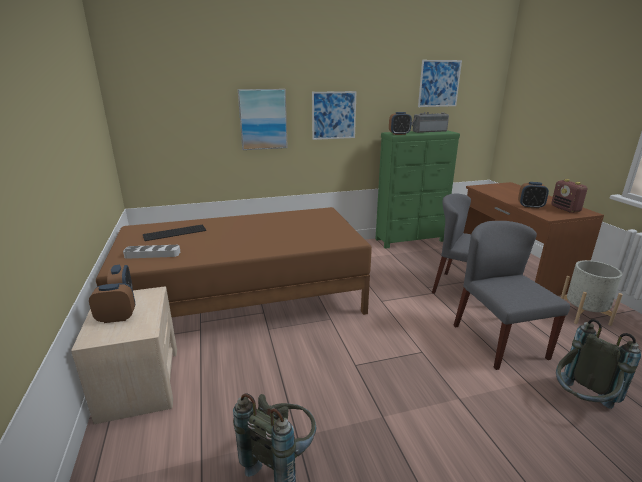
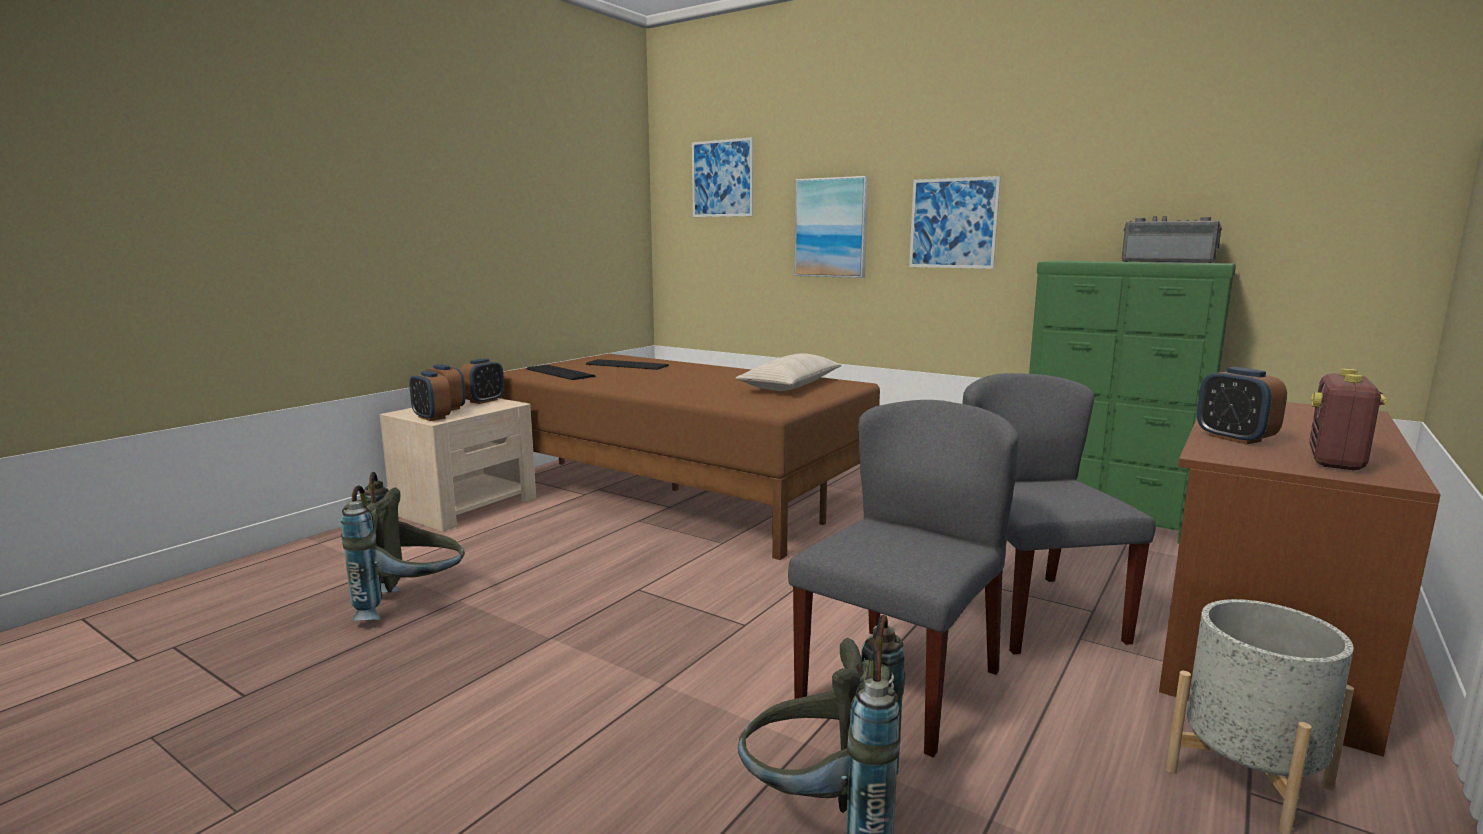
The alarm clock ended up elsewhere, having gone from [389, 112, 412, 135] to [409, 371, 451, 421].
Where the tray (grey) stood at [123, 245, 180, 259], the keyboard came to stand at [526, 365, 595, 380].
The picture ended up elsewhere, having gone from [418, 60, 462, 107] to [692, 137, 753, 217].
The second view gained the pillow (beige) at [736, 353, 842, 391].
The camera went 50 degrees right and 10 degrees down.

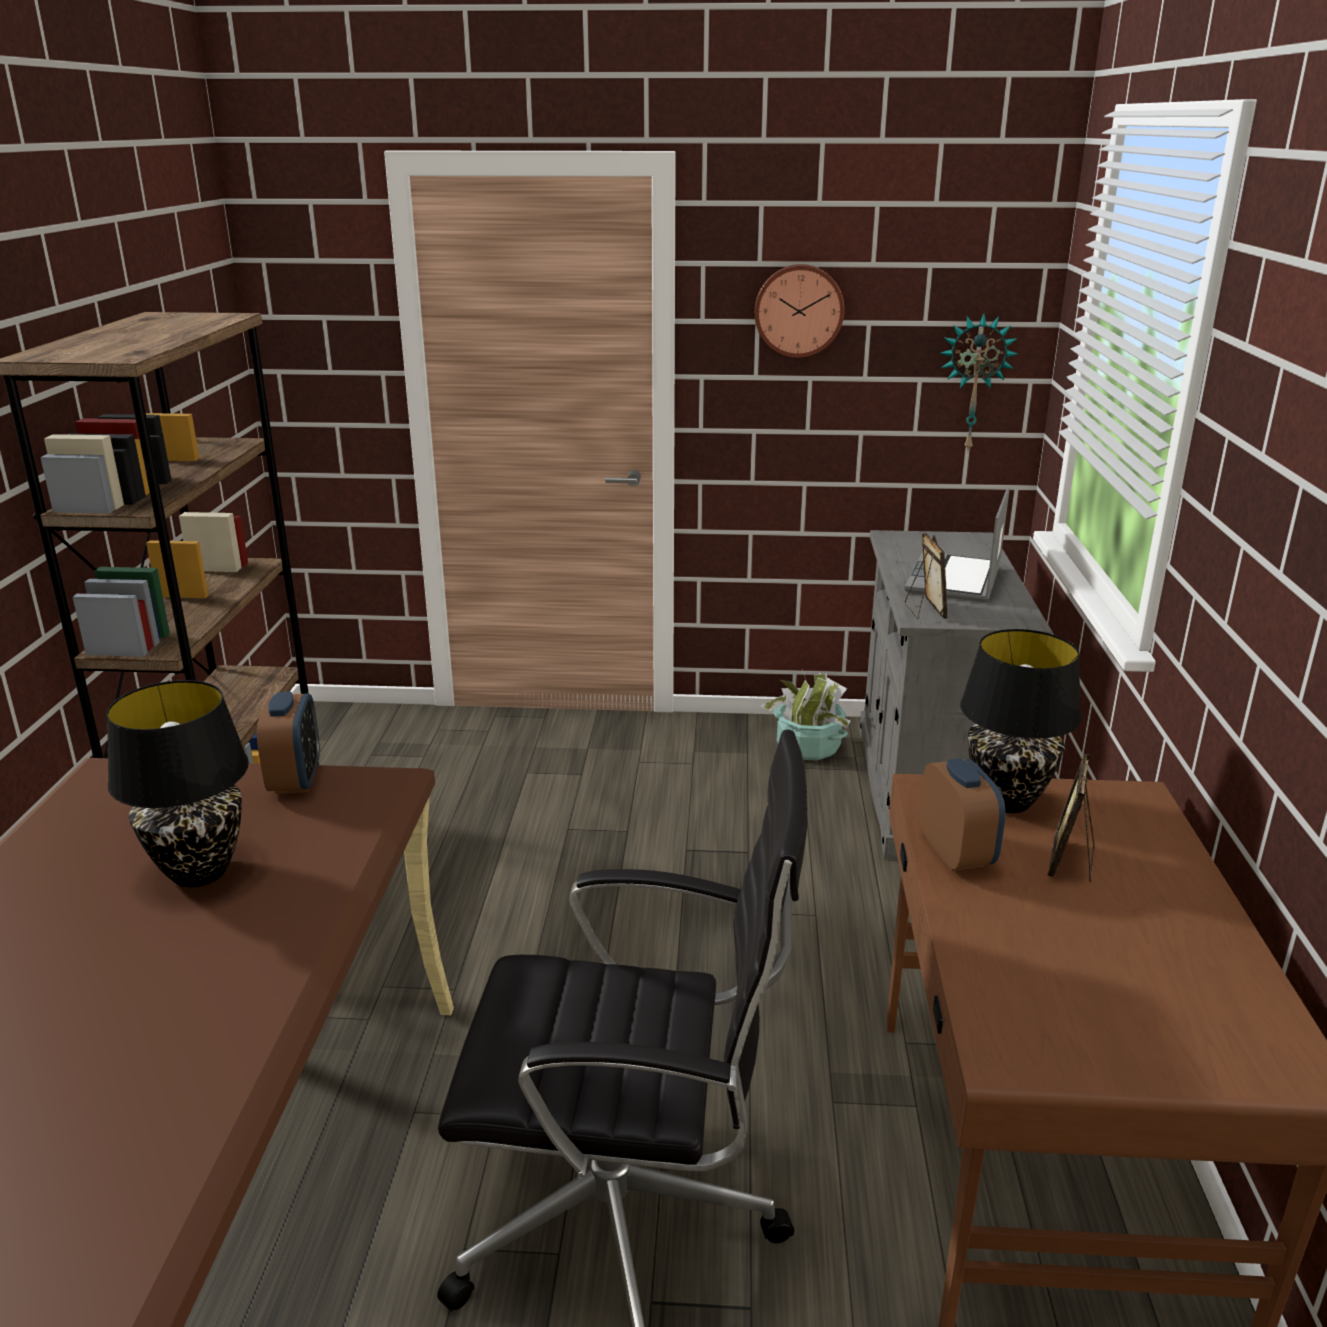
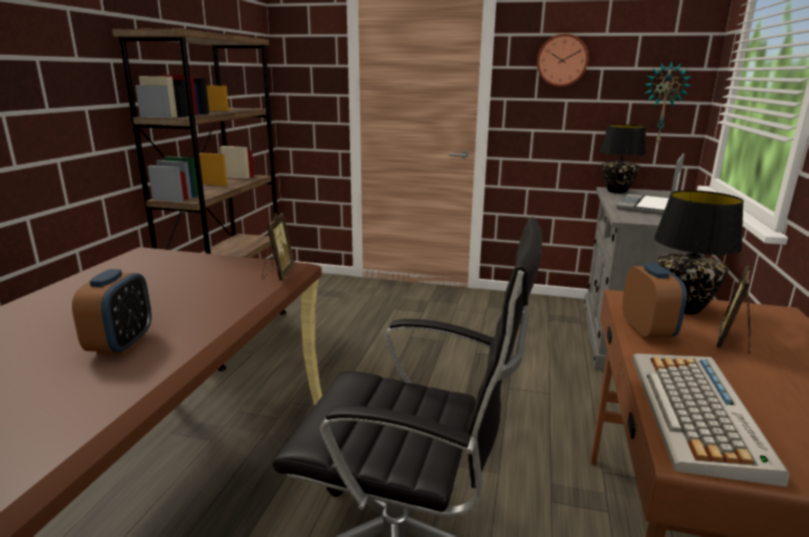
The alarm clock ended up elsewhere, having gone from [257, 692, 320, 794] to [72, 269, 151, 355].
The picture frame ended up elsewhere, having gone from [905, 533, 948, 619] to [262, 212, 295, 280].
The table lamp (black) ended up elsewhere, having gone from [106, 680, 249, 887] to [600, 124, 646, 193].
The second view gained the keyboard at [633, 353, 790, 487].
The second view lost the potted plant at [760, 669, 851, 760].
The camera went 10 degrees right and 5 degrees down.

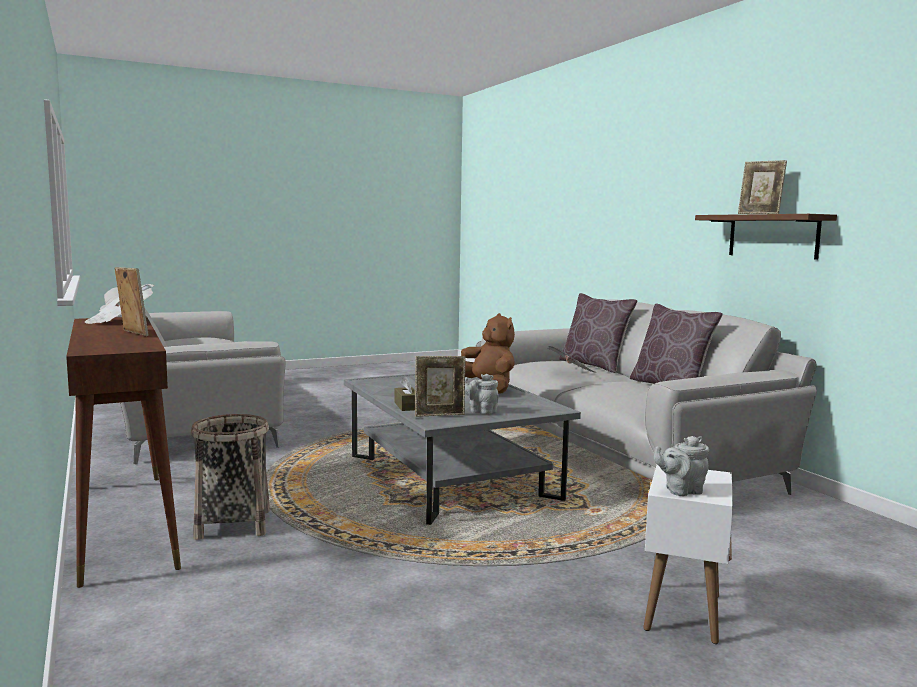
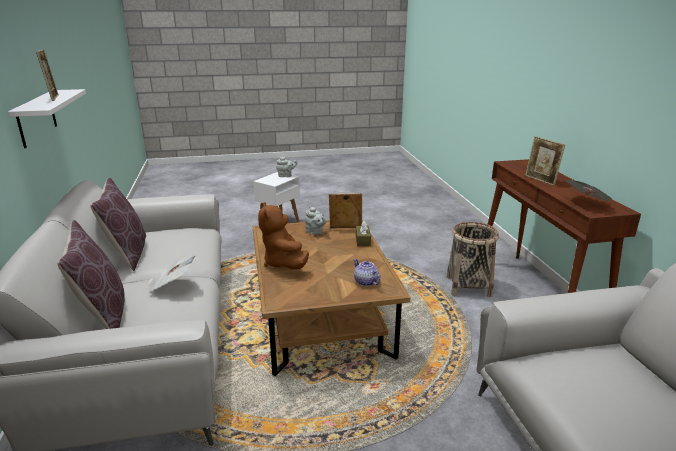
What was the shelf (brown) at [695, 214, 837, 260] turned into the shelf (white) at [8, 89, 86, 148].
What was the coffee table (grey) at [344, 374, 581, 525] turned into the coffee table (brown) at [253, 220, 411, 376].
The second view gained the teapot at [353, 259, 381, 286].
The camera went 165 degrees left and 15 degrees up.

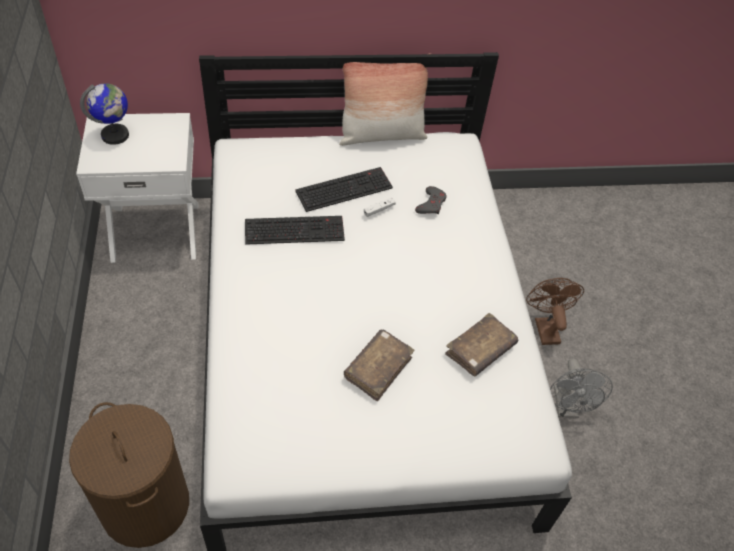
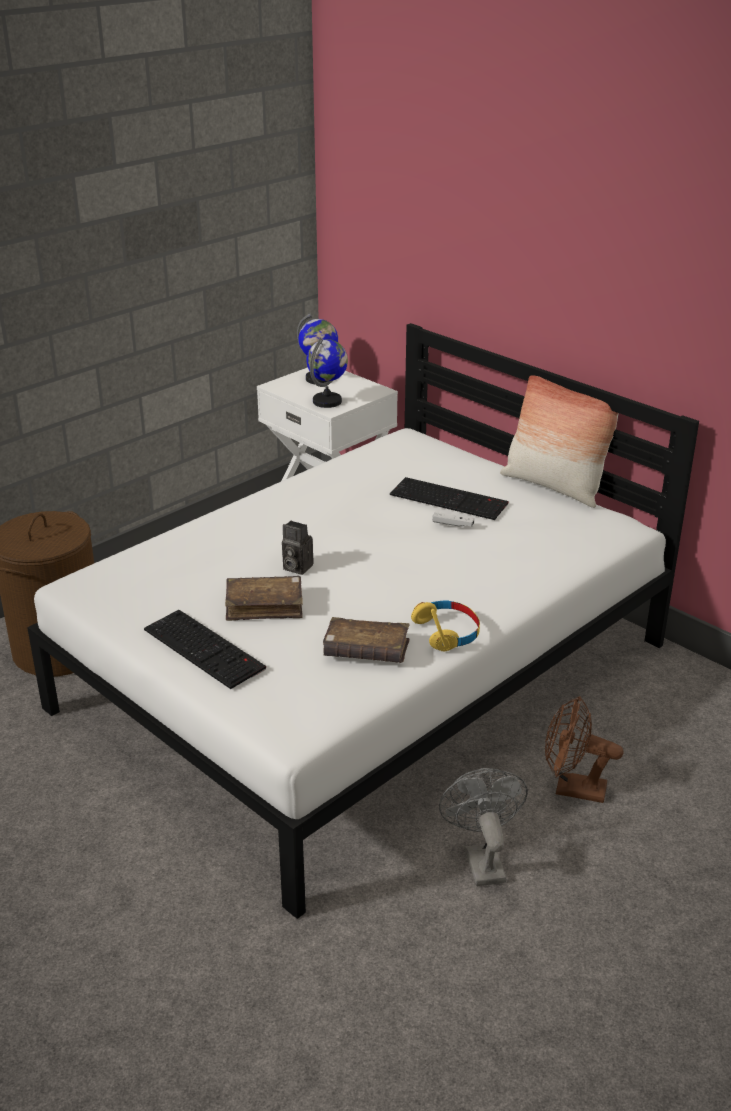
The keyboard ended up elsewhere, having gone from [245, 216, 345, 245] to [144, 610, 266, 689].
The second view gained the photo camera at [282, 521, 314, 575].
The second view gained the globe at [306, 338, 348, 408].
The second view gained the headphones (yellow) at [411, 601, 480, 651].
The fan (grey) at [550, 358, 613, 418] ended up facing another way, 120 degrees clockwise from before.
The fan (brown) at [526, 278, 584, 345] ended up facing another way, 120 degrees counterclockwise from before.
The second view lost the game controller (grey) at [415, 186, 447, 214].
The camera went 55 degrees right and 20 degrees down.

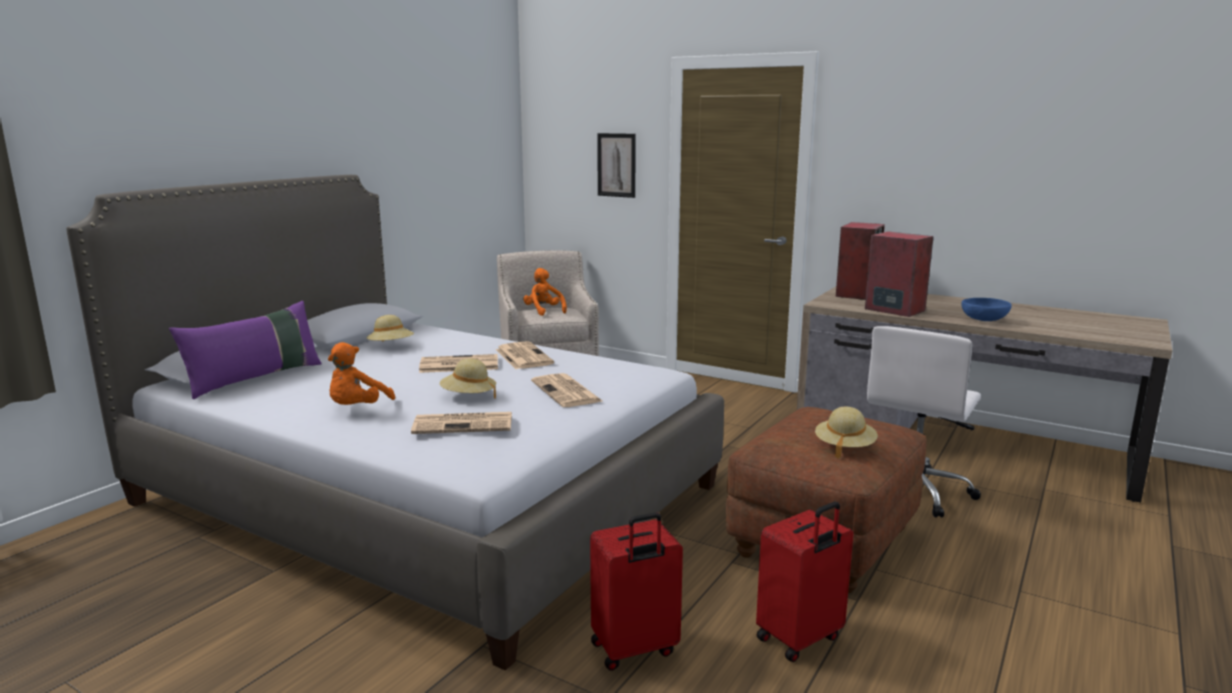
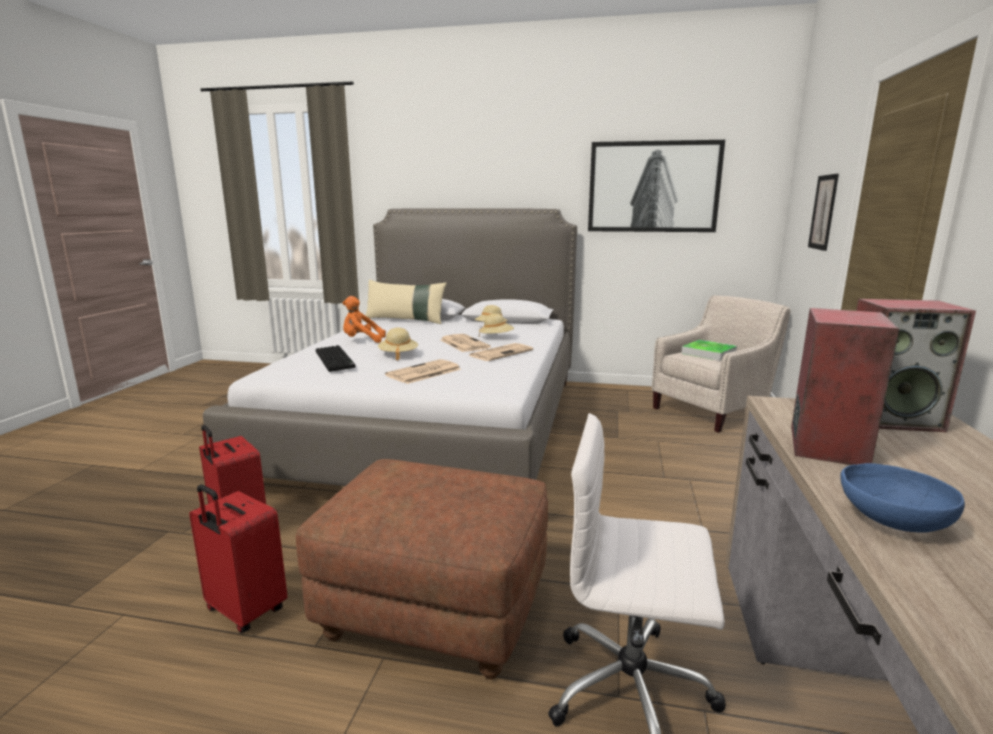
Where the newspaper stood at [411, 412, 512, 434], the keyboard came to stand at [315, 345, 356, 372].
What was the pillow (purple) at [169, 301, 322, 399] turned into the pillow (beige) at [365, 279, 447, 324].
The hat (beige) ended up elsewhere, having gone from [815, 407, 878, 459] to [479, 313, 514, 337].
The second view gained the picture at [588, 140, 725, 232].
Where the plush toy (orange) stood at [523, 268, 567, 316], the tray came to stand at [681, 340, 737, 361].
The camera went 70 degrees right and 0 degrees up.

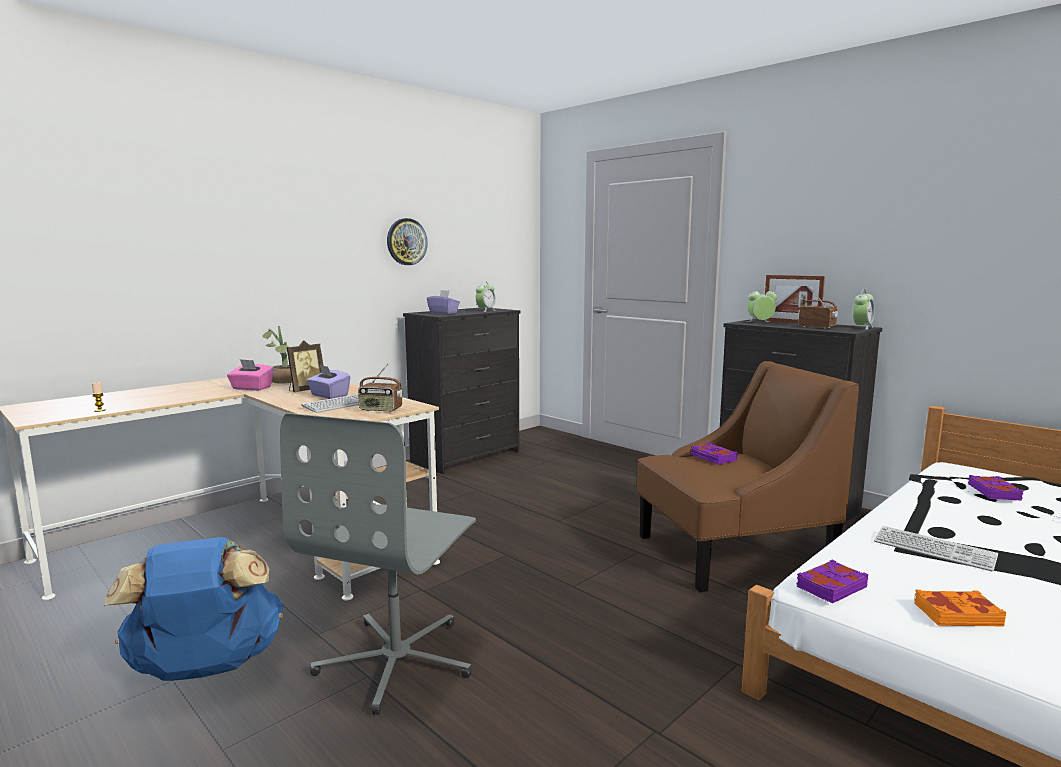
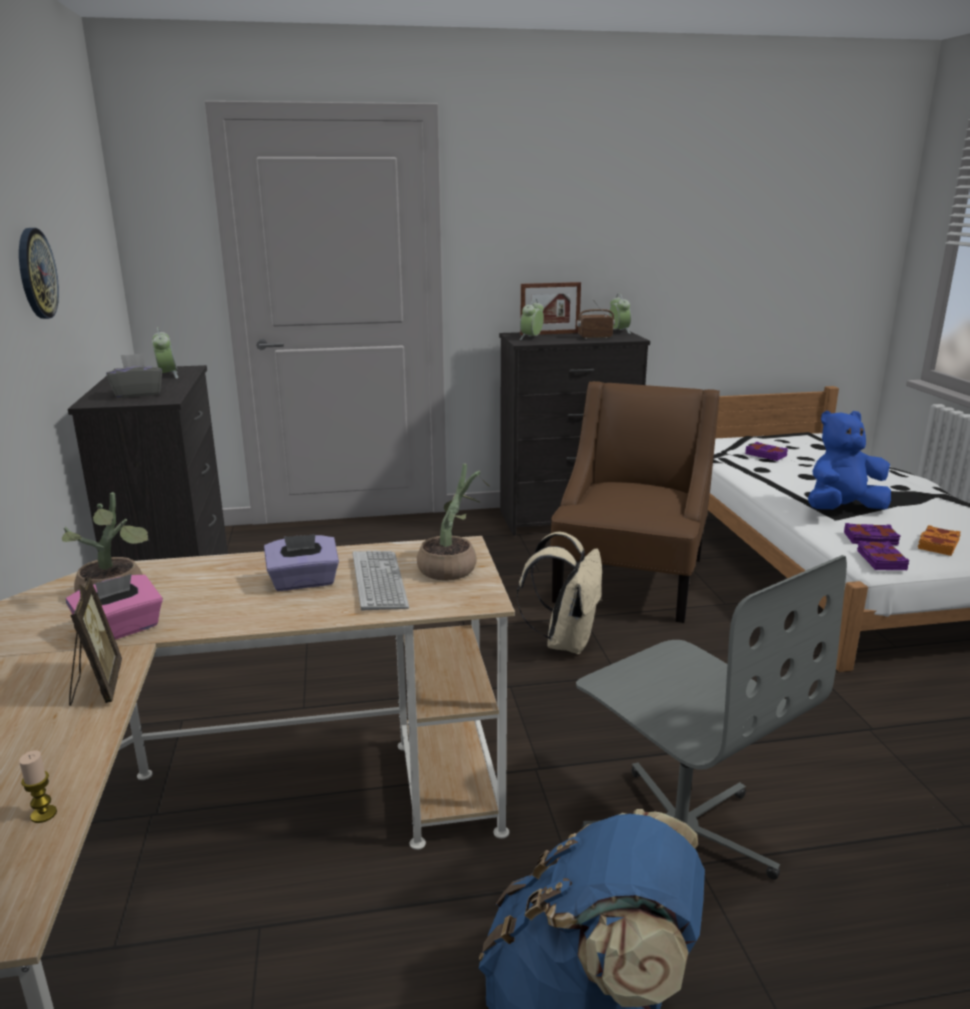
The picture frame ended up elsewhere, having gone from [287, 340, 324, 392] to [69, 577, 122, 706].
What was the tissue box (purple) at [427, 290, 460, 314] turned into the tissue box (grey) at [106, 353, 162, 398].
Where the radio stood at [358, 364, 403, 412], the potted plant came to stand at [417, 464, 489, 581].
The second view gained the backpack (beige) at [517, 532, 602, 654].
Where the keyboard stood at [874, 526, 998, 571], the plush toy (blue) came to stand at [808, 410, 891, 509].
The book (purple) ended up elsewhere, having gone from [691, 443, 738, 465] to [844, 523, 900, 545].
The camera went 55 degrees left and 10 degrees up.

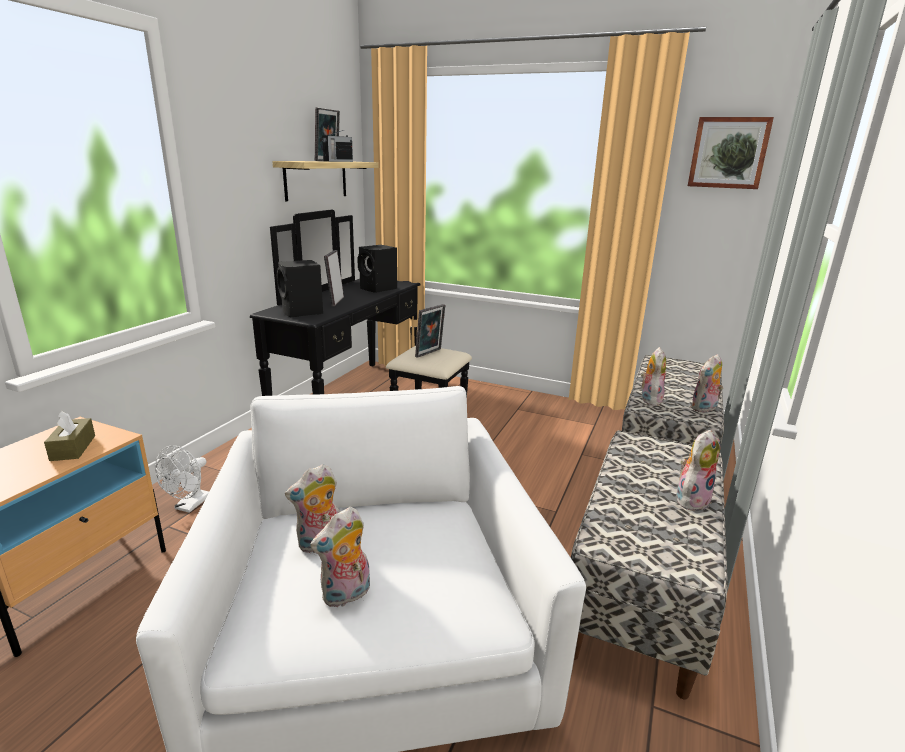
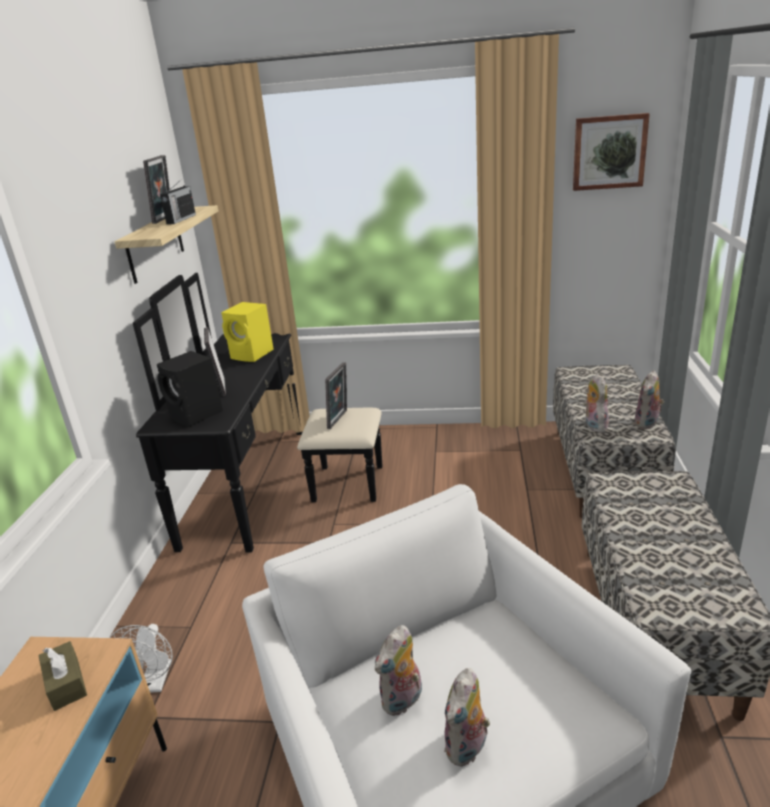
What was the speaker (black) at [357, 245, 397, 293] turned into the speaker (yellow) at [221, 302, 274, 362].
The second view lost the plush toy at [677, 430, 720, 510].
The camera went 15 degrees left and 5 degrees up.

